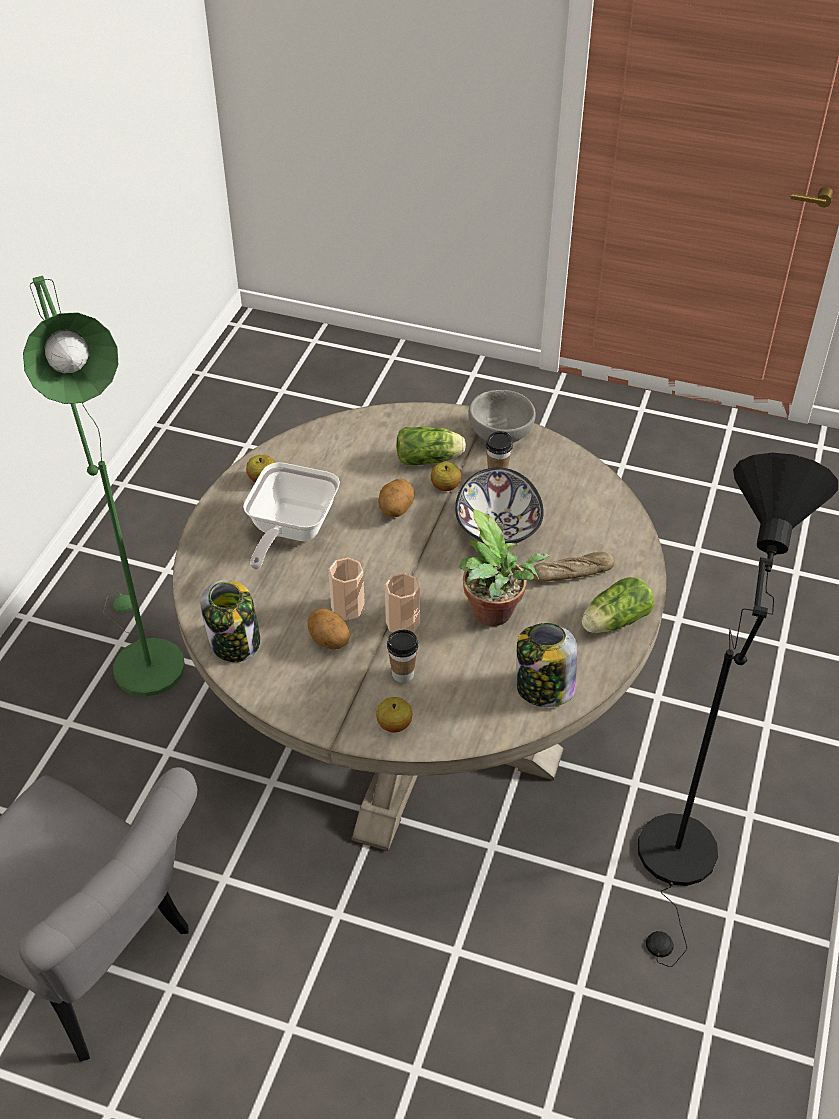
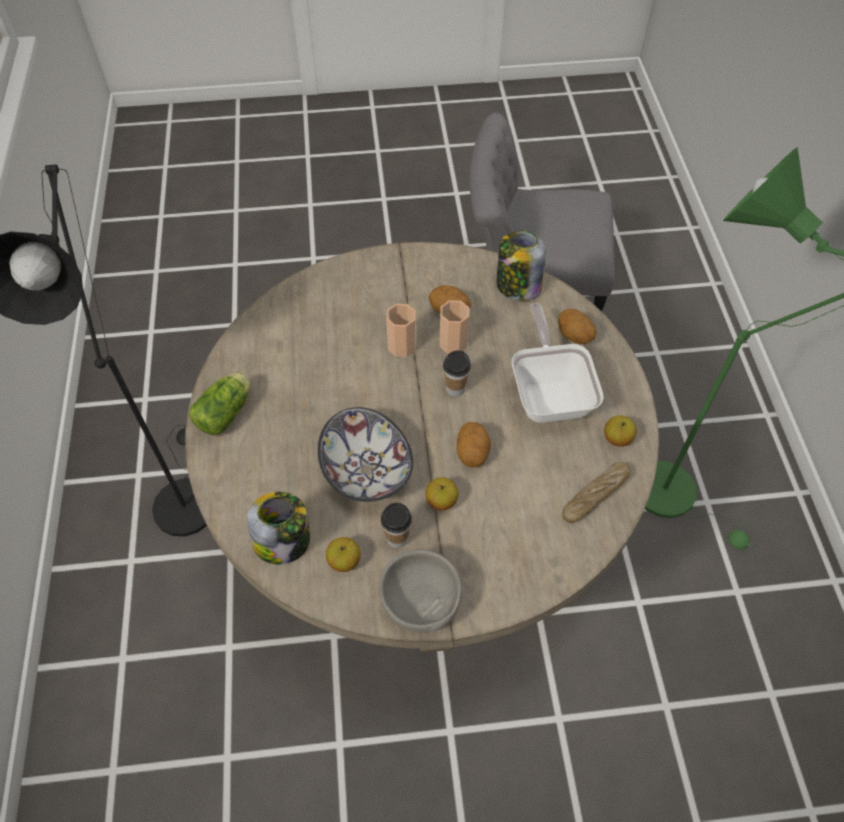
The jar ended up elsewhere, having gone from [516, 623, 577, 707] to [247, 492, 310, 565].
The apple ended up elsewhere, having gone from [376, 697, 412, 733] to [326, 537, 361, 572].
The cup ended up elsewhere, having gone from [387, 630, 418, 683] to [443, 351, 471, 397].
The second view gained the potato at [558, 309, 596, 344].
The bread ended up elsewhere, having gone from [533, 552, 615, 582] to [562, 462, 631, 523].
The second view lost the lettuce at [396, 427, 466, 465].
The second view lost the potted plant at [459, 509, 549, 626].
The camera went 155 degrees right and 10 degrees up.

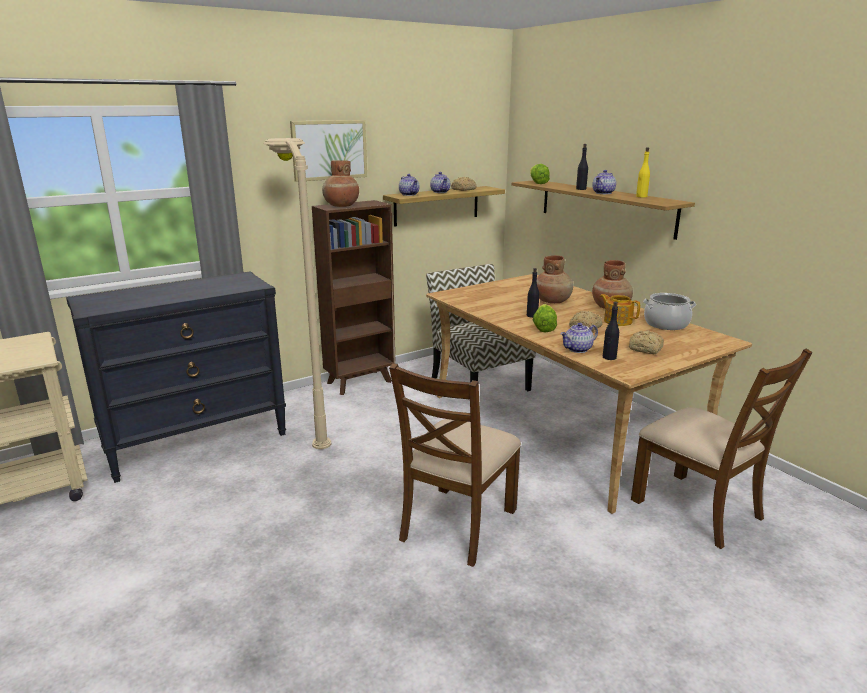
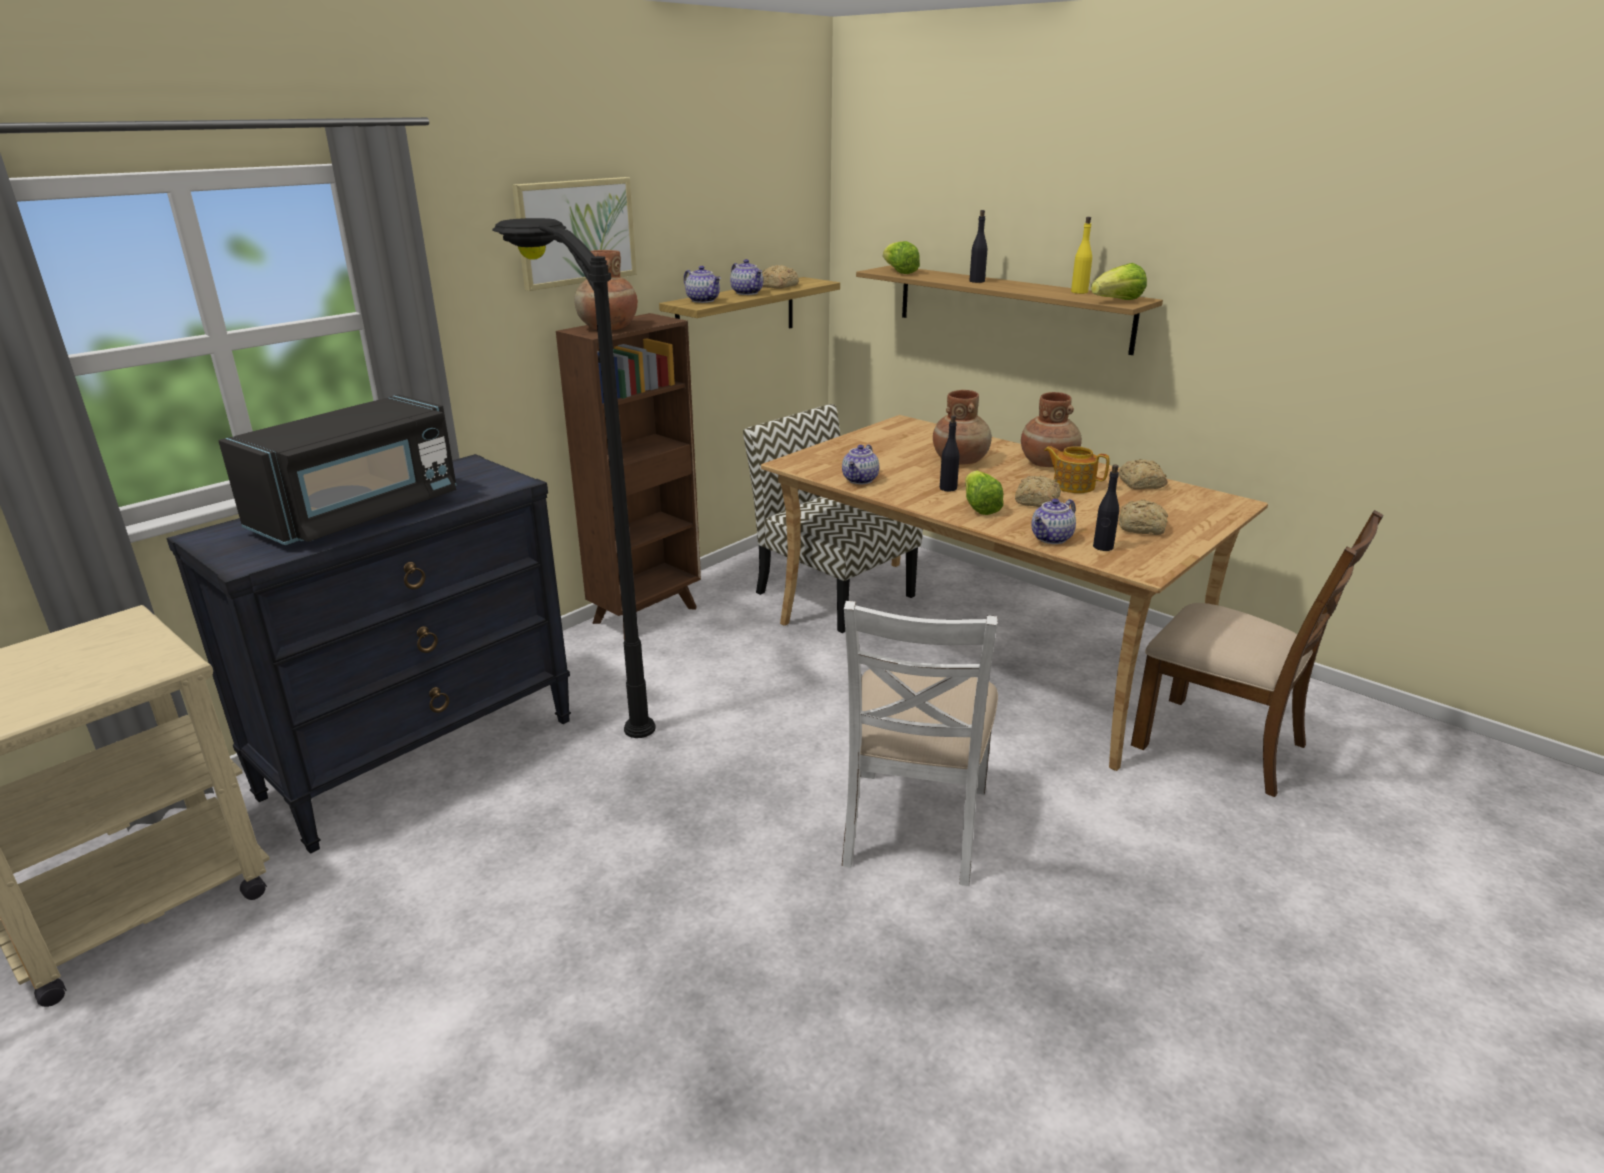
The second view gained the microwave (black) at [218, 394, 457, 545].
What was the floor lamp (beige) at [263, 138, 331, 449] turned into the floor lamp (black) at [492, 218, 656, 738].
The teapot ended up elsewhere, having gone from [592, 170, 616, 194] to [842, 445, 879, 484].
What was the chair (brown) at [389, 363, 521, 567] turned into the chair (white) at [842, 601, 998, 886].
The second view gained the lettuce at [1091, 263, 1147, 300].
Where the cooking pot stood at [643, 293, 696, 330], the bread came to stand at [1119, 459, 1168, 490].
The camera went 15 degrees left and 5 degrees up.

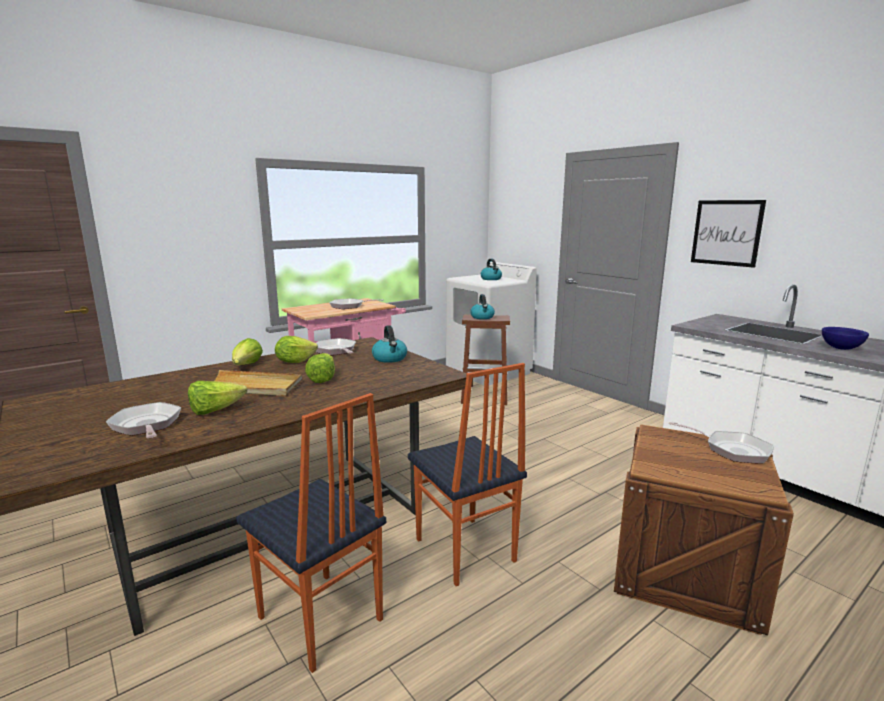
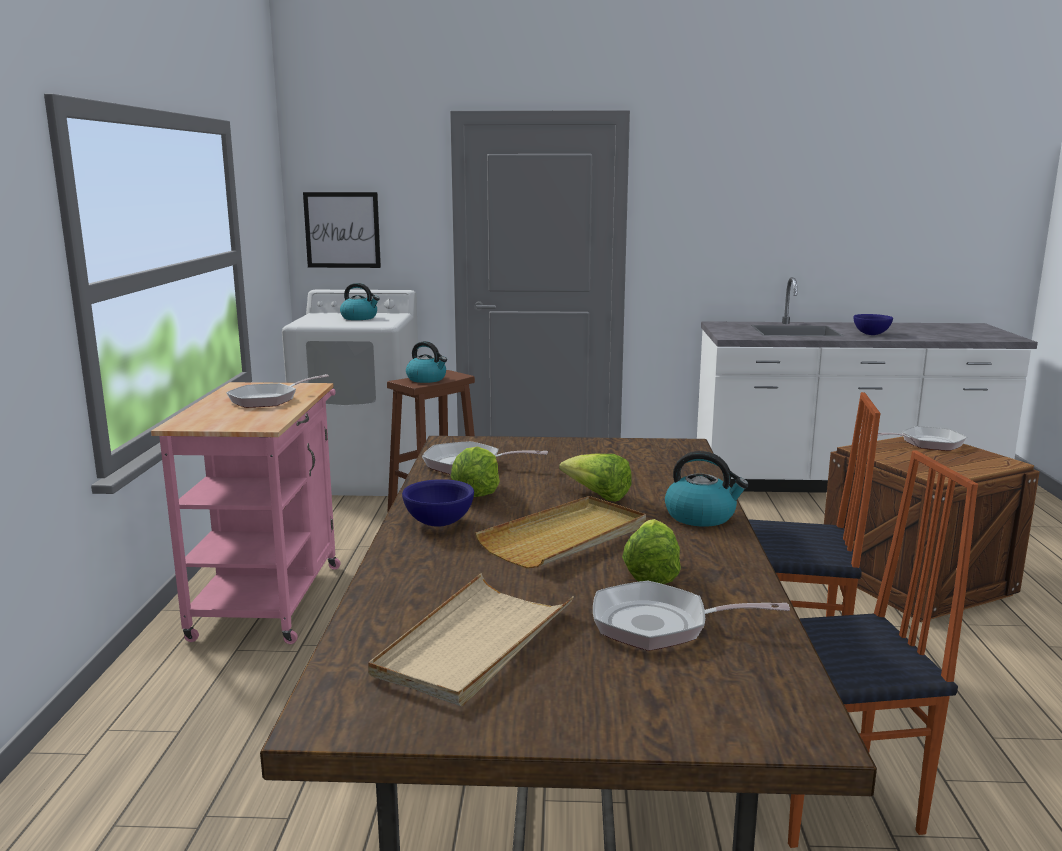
The picture ended up elsewhere, having gone from [691, 200, 766, 268] to [303, 192, 381, 268].
The second view gained the tray (beige) at [368, 574, 574, 706].
Where the lettuce stood at [232, 338, 263, 365], the bowl (blue) came to stand at [402, 479, 474, 527].
The kettle ended up elsewhere, having gone from [372, 325, 407, 363] to [665, 451, 749, 527].
The camera went 50 degrees left and 0 degrees up.

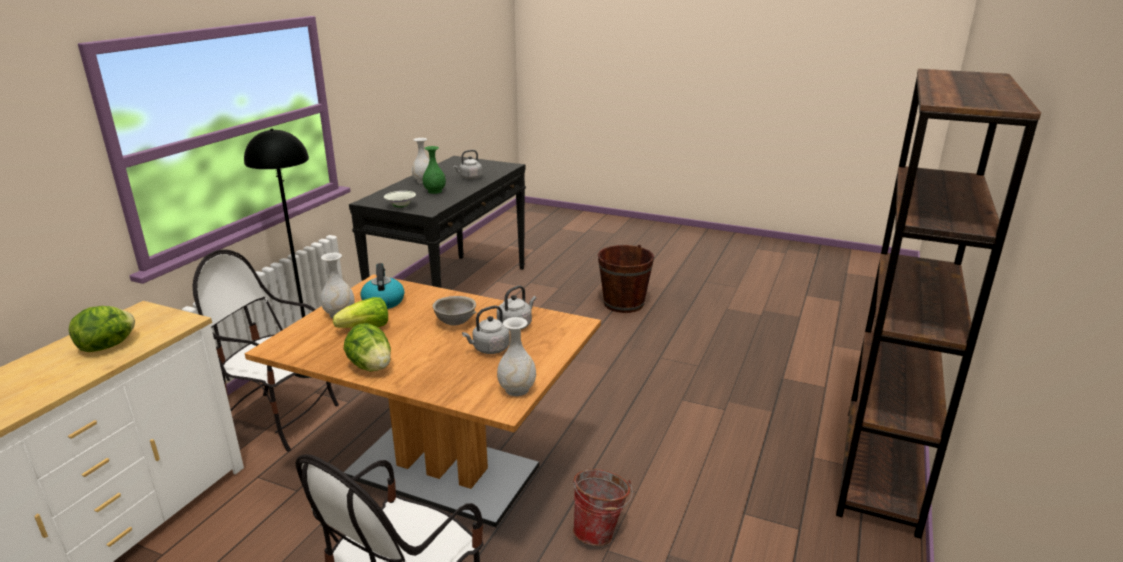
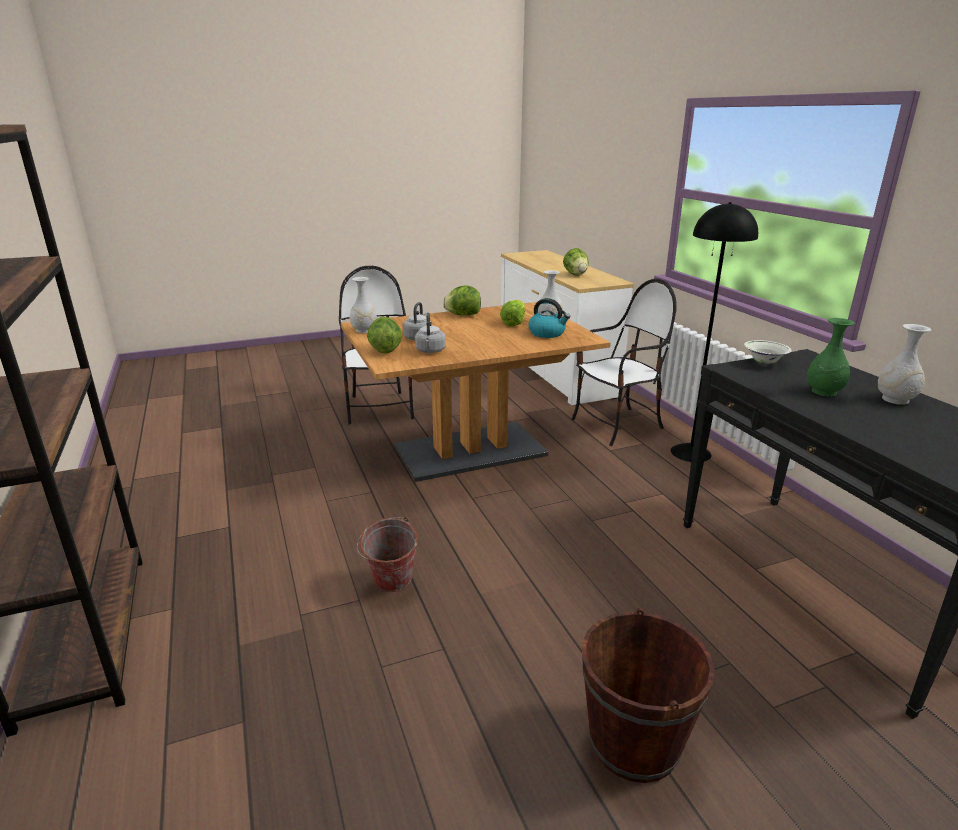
The bucket ended up elsewhere, having gone from [573, 469, 633, 546] to [357, 517, 418, 592].
The second view gained the lettuce at [367, 317, 402, 354].
The second view lost the bowl (grey) at [433, 296, 476, 326].
The second view lost the kettle (grey) at [453, 150, 482, 179].
The camera went 135 degrees right and 0 degrees up.

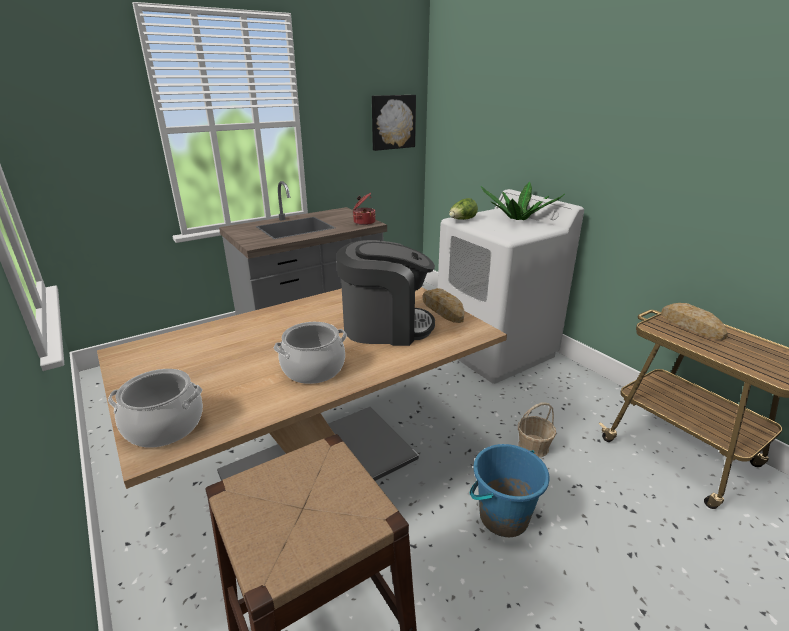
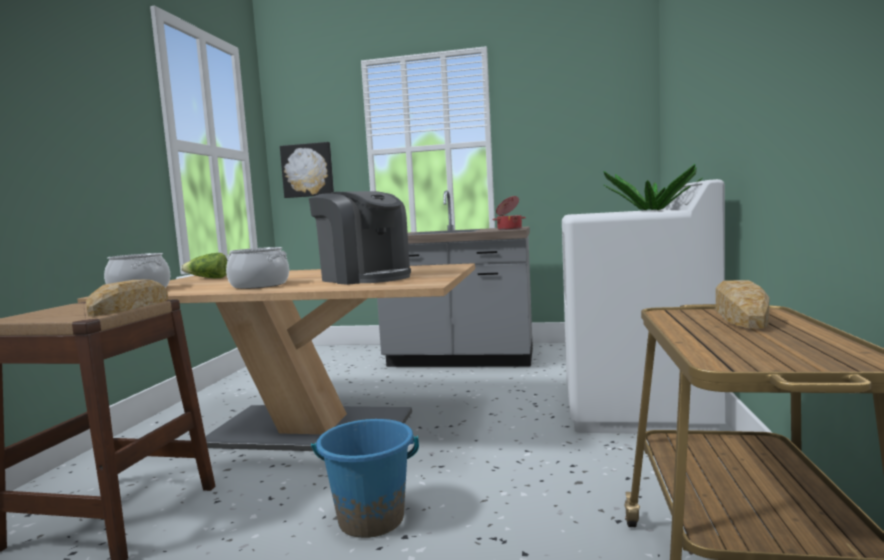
The bread ended up elsewhere, having gone from [423, 288, 465, 323] to [86, 279, 168, 316].
The lettuce ended up elsewhere, having gone from [449, 198, 478, 220] to [181, 253, 227, 278].
The picture ended up elsewhere, having gone from [372, 95, 416, 151] to [280, 142, 334, 198].
The second view lost the basket at [518, 402, 556, 457].
The camera went 45 degrees right and 20 degrees down.

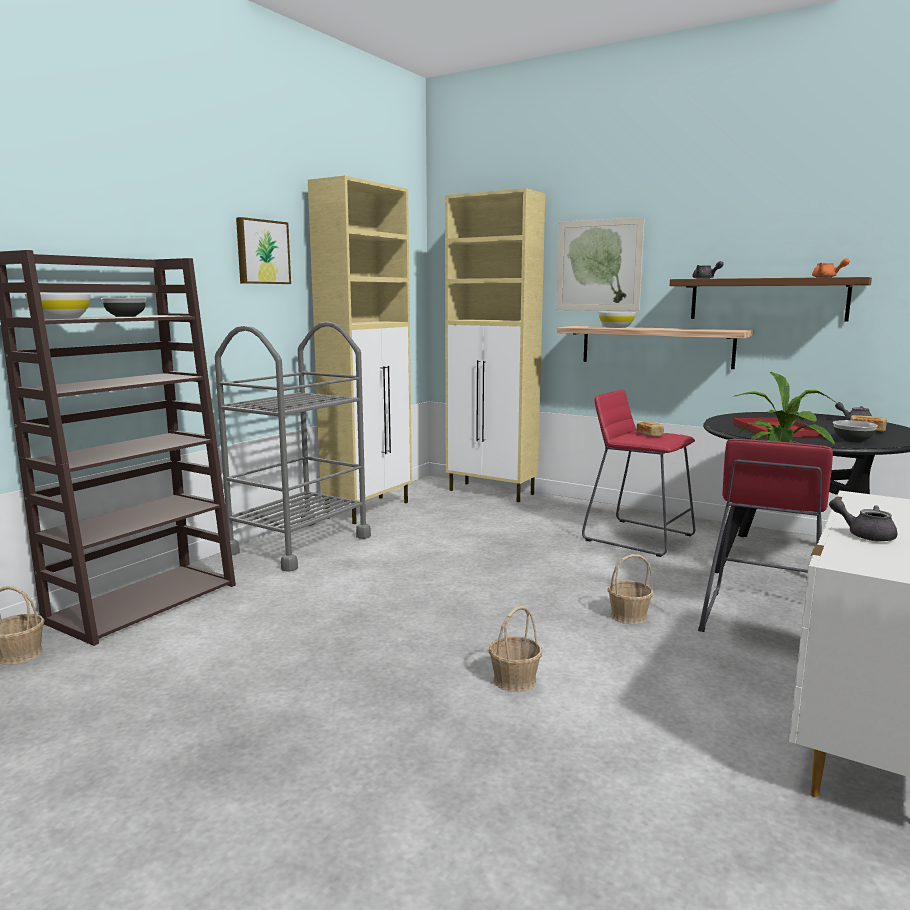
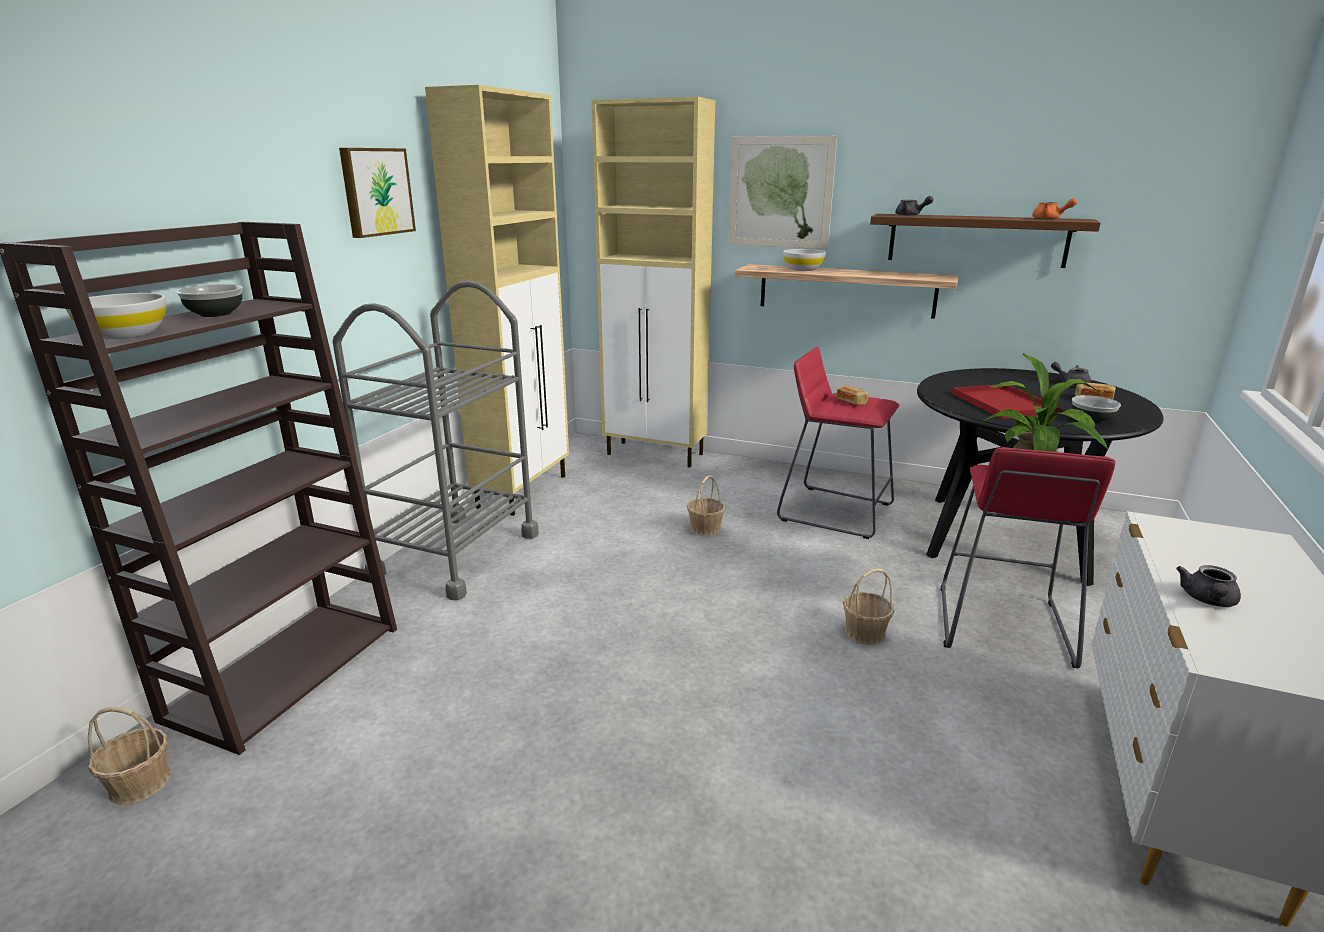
The basket ended up elsewhere, having gone from [489, 606, 542, 692] to [687, 475, 726, 536].
The teapot (grey) at [829, 498, 897, 542] ended up facing another way, 90 degrees counterclockwise from before.
The camera went 10 degrees left and 10 degrees up.

